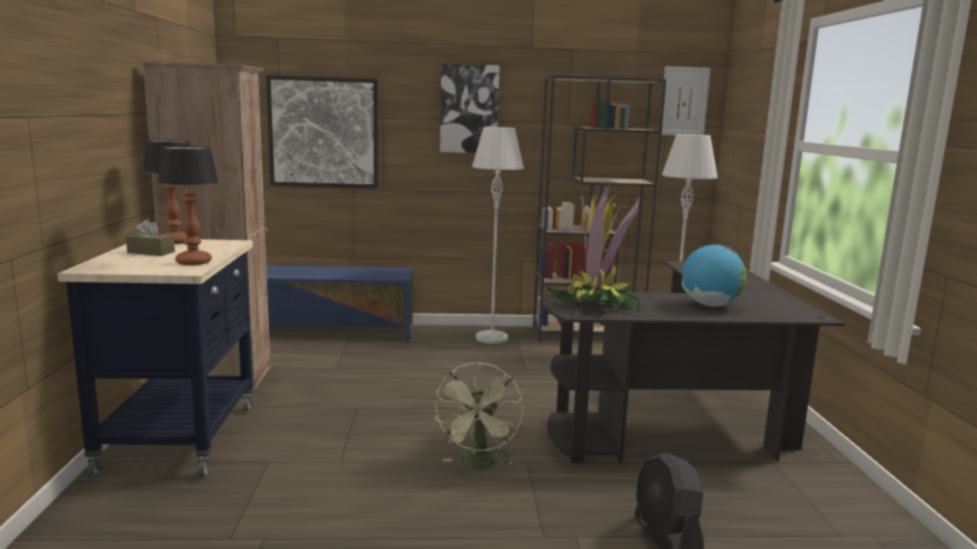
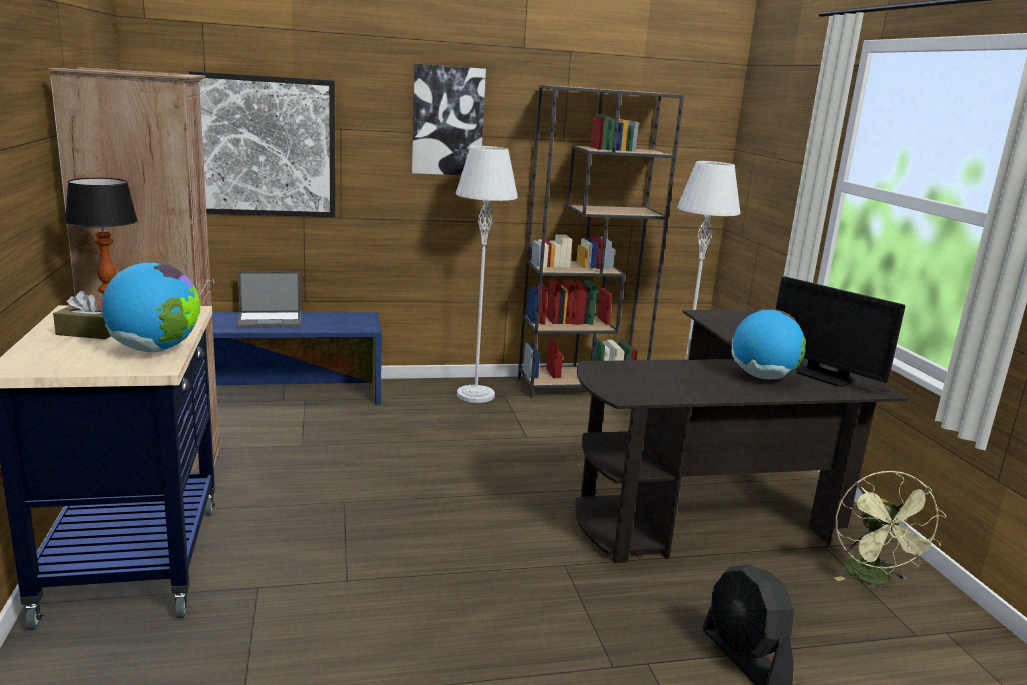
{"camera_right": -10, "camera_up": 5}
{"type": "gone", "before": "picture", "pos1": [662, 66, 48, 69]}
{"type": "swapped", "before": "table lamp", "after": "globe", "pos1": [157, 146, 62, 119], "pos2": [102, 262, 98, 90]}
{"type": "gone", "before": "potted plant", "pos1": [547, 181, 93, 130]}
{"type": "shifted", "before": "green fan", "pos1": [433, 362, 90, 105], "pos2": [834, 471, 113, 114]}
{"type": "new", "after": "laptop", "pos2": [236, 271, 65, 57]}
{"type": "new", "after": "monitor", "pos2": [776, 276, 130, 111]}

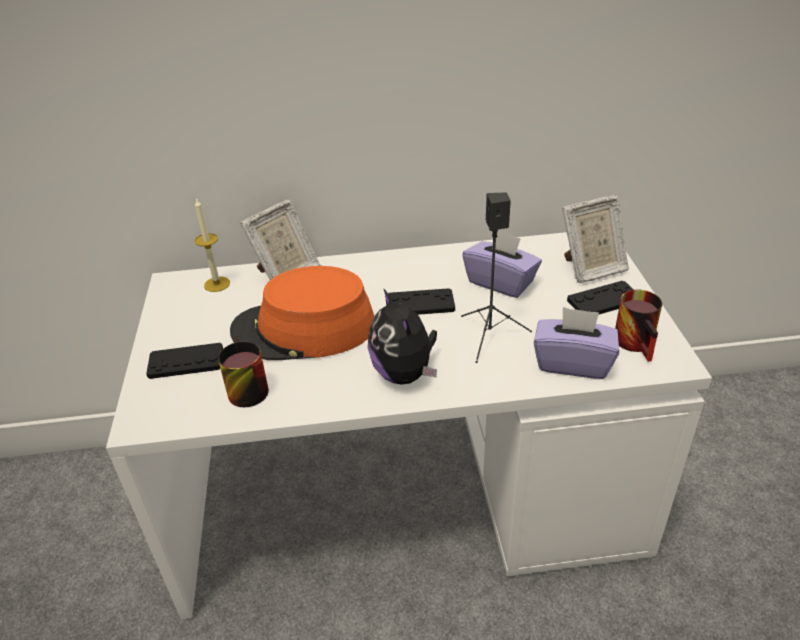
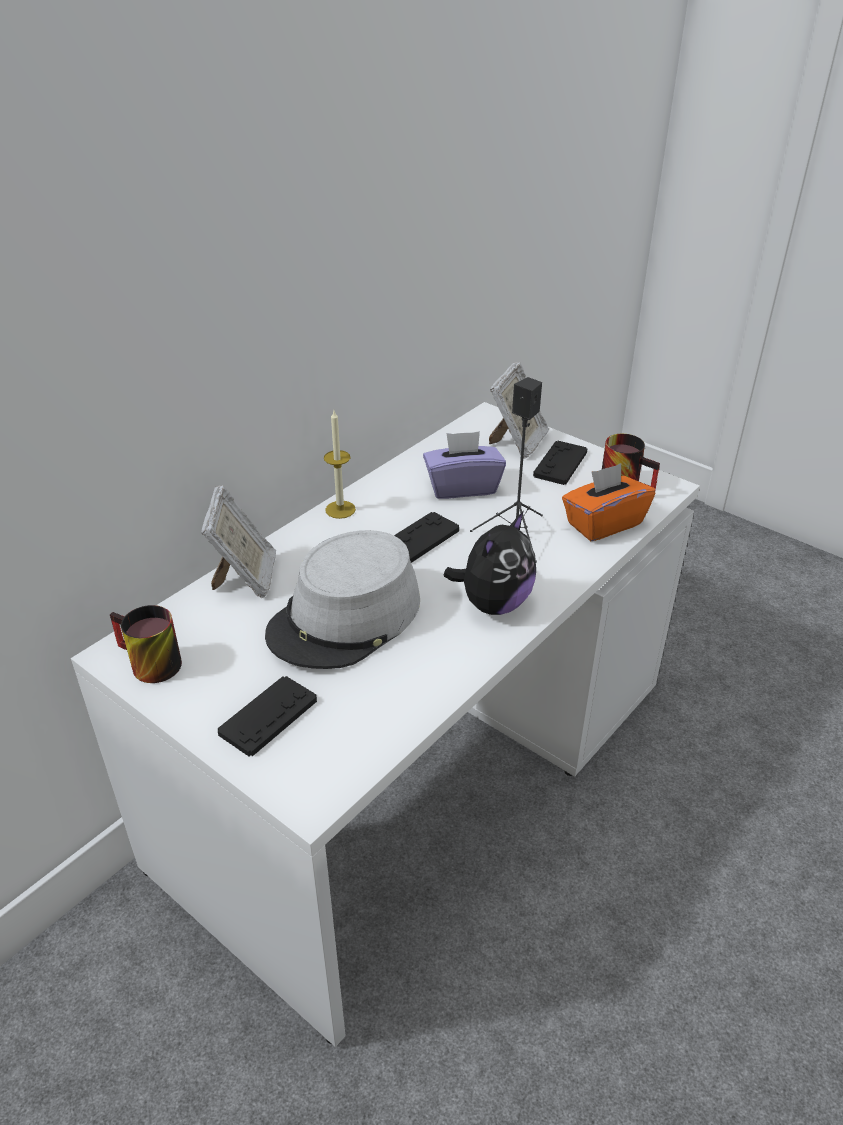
{"camera_right": -45, "camera_up": 0}
{"type": "shifted", "before": "candle", "pos1": [195, 198, 35, 94], "pos2": [324, 411, 32, 108]}
{"type": "repainted", "before": "orange hat", "after": "grey hat", "pos1": [230, 266, 144, 94], "pos2": [265, 530, 155, 139]}
{"type": "rotated", "before": "plush toy", "pos1": [368, 288, 69, 97], "pos2": [443, 511, 93, 104], "turn": -75}
{"type": "repainted", "before": "purple tissue box", "after": "orange tissue box", "pos1": [534, 307, 85, 72], "pos2": [562, 463, 93, 78]}
{"type": "shifted", "before": "mug", "pos1": [218, 336, 51, 71], "pos2": [110, 605, 72, 78]}

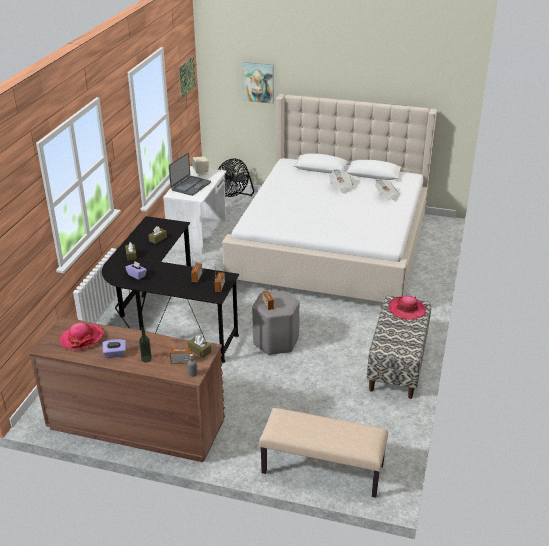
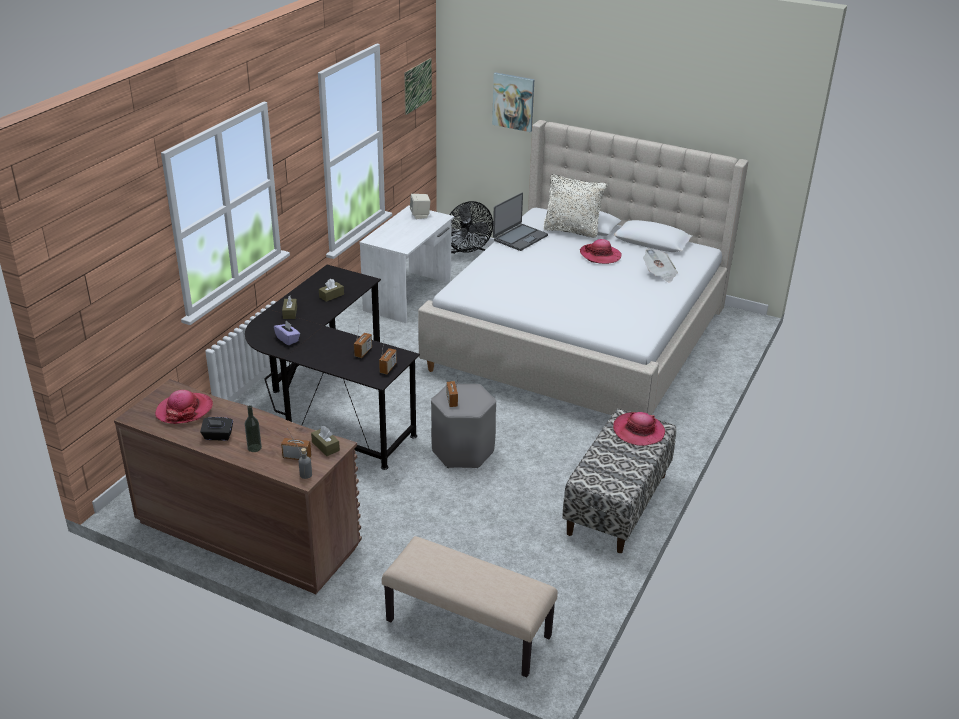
{"camera_right": 10, "camera_up": 0}
{"type": "shifted", "before": "laptop", "pos1": [169, 153, 42, 43], "pos2": [493, 193, 55, 58]}
{"type": "swapped", "before": "newspaper", "after": "hat", "pos1": [329, 169, 25, 25], "pos2": [580, 239, 42, 25]}
{"type": "repainted", "before": "purple tissue box", "after": "black tissue box", "pos1": [103, 339, 23, 19], "pos2": [200, 417, 33, 24]}
{"type": "new", "after": "beige pillow", "pos2": [543, 174, 64, 64]}

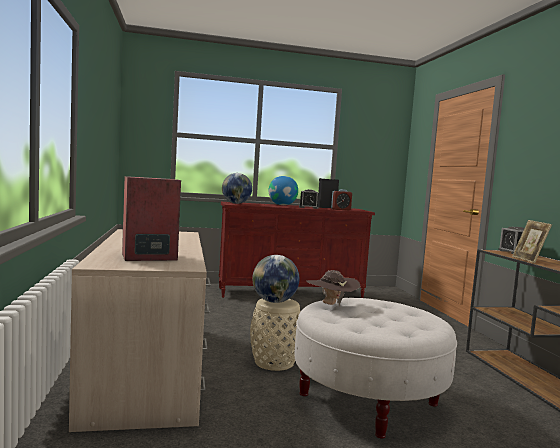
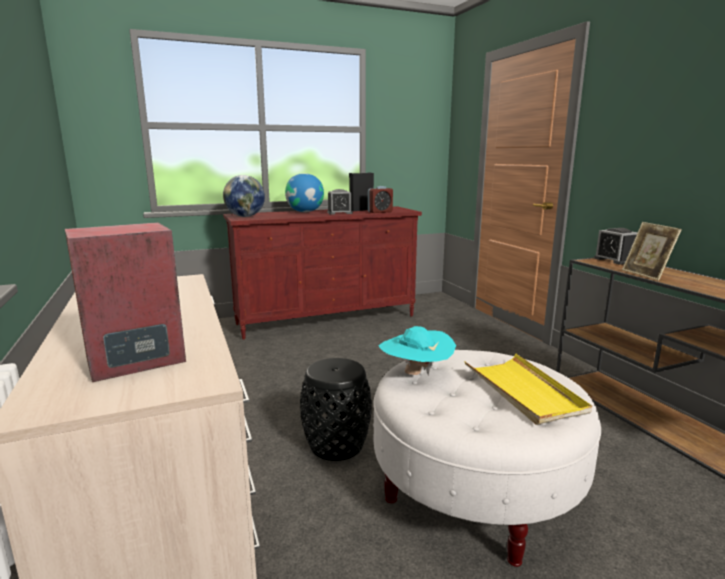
{"camera_right": -10, "camera_up": 10}
{"type": "gone", "before": "globe", "pos1": [252, 255, 47, 48]}
{"type": "repainted", "before": "brown hat", "after": "turquoise hat", "pos1": [306, 270, 54, 37], "pos2": [379, 326, 77, 50]}
{"type": "repainted", "before": "beige stool", "after": "black stool", "pos1": [250, 299, 51, 72], "pos2": [300, 358, 72, 103]}
{"type": "new", "after": "yellow tray", "pos2": [464, 354, 128, 71]}

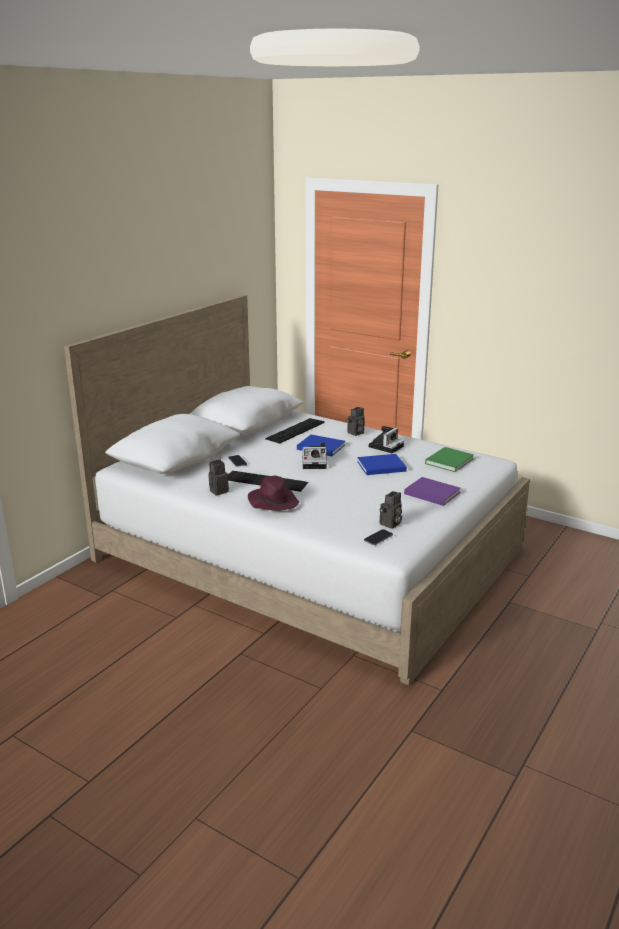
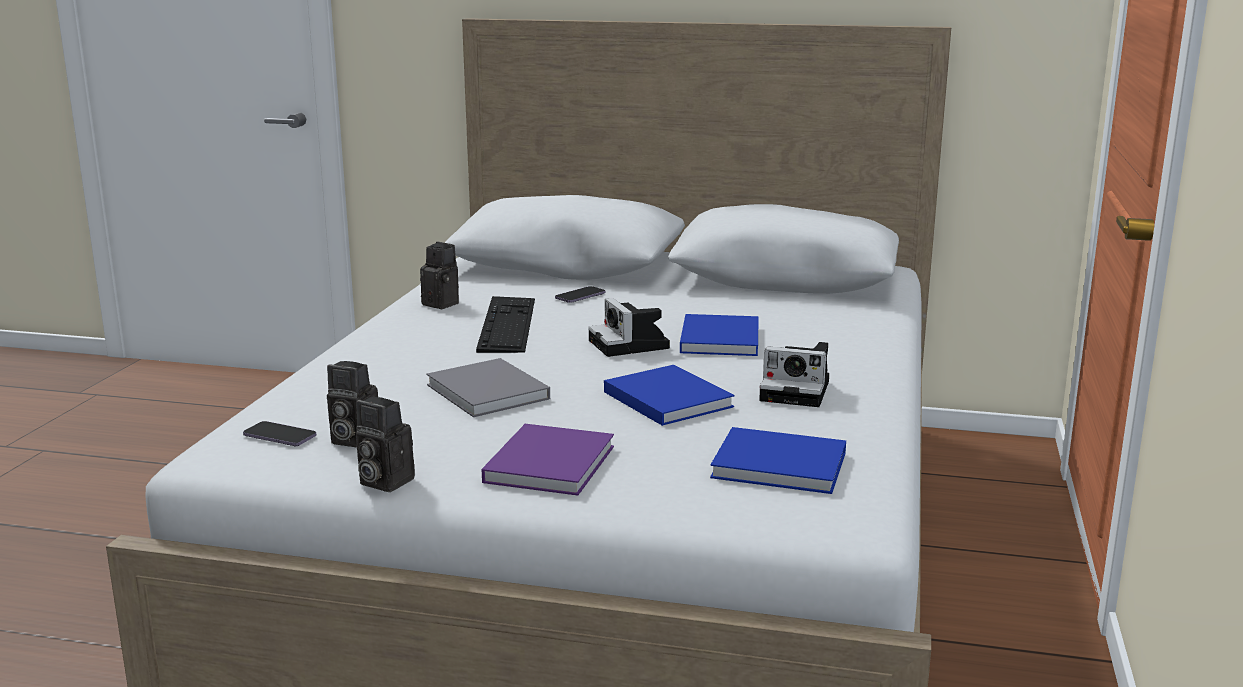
{"camera_right": 70, "camera_up": -5}
{"type": "shifted", "before": "photo camera", "pos1": [347, 407, 18, 29], "pos2": [356, 396, 59, 96]}
{"type": "gone", "before": "keyboard", "pos1": [265, 418, 60, 26]}
{"type": "repainted", "before": "green book", "after": "blue book", "pos1": [425, 447, 49, 25], "pos2": [710, 427, 136, 67]}
{"type": "gone", "before": "purple hat", "pos1": [248, 476, 51, 35]}
{"type": "new", "after": "grey book", "pos2": [426, 358, 124, 59]}

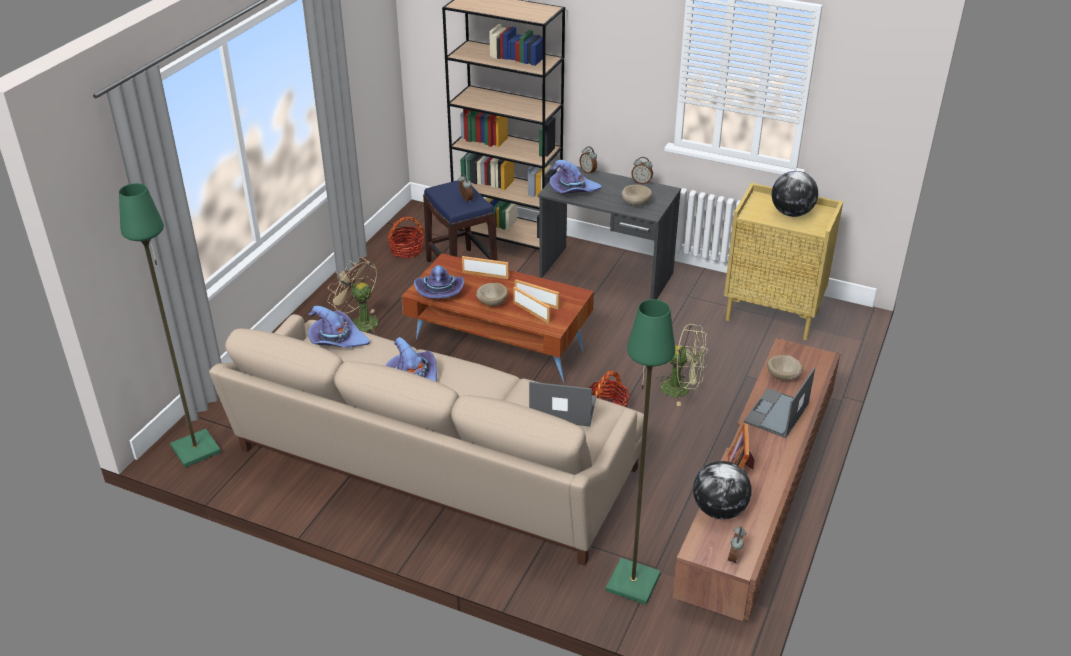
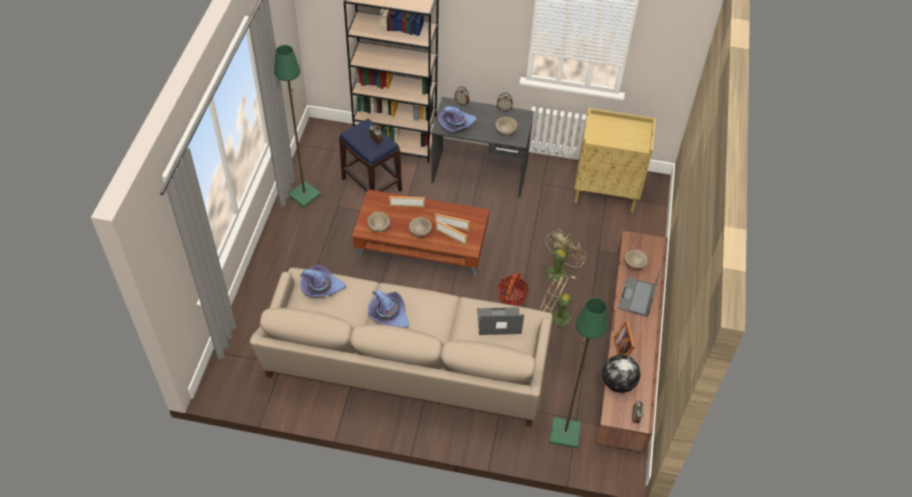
{"camera_right": -15, "camera_up": 15}
{"type": "gone", "before": "globe", "pos1": [772, 171, 46, 46]}
{"type": "shifted", "before": "green floor lamp", "pos1": [119, 183, 102, 284], "pos2": [274, 45, 47, 163]}
{"type": "gone", "before": "basket", "pos1": [388, 216, 36, 42]}
{"type": "shifted", "before": "beige fan", "pos1": [328, 257, 50, 78], "pos2": [540, 274, 34, 59]}
{"type": "swapped", "before": "purple hat", "after": "beige bowl", "pos1": [414, 265, 50, 33], "pos2": [367, 212, 23, 20]}
{"type": "rotated", "before": "green fan", "pos1": [655, 324, 53, 82], "pos2": [540, 229, 46, 53], "turn": -60}

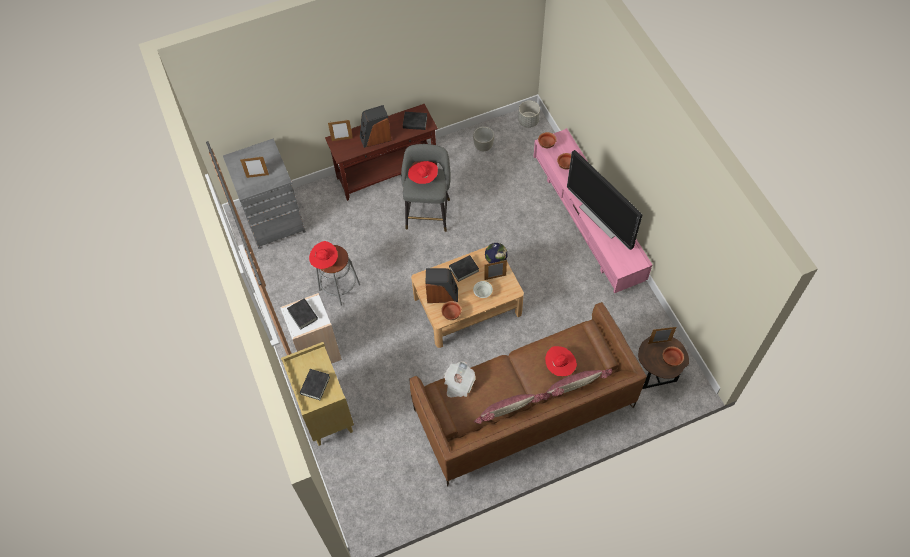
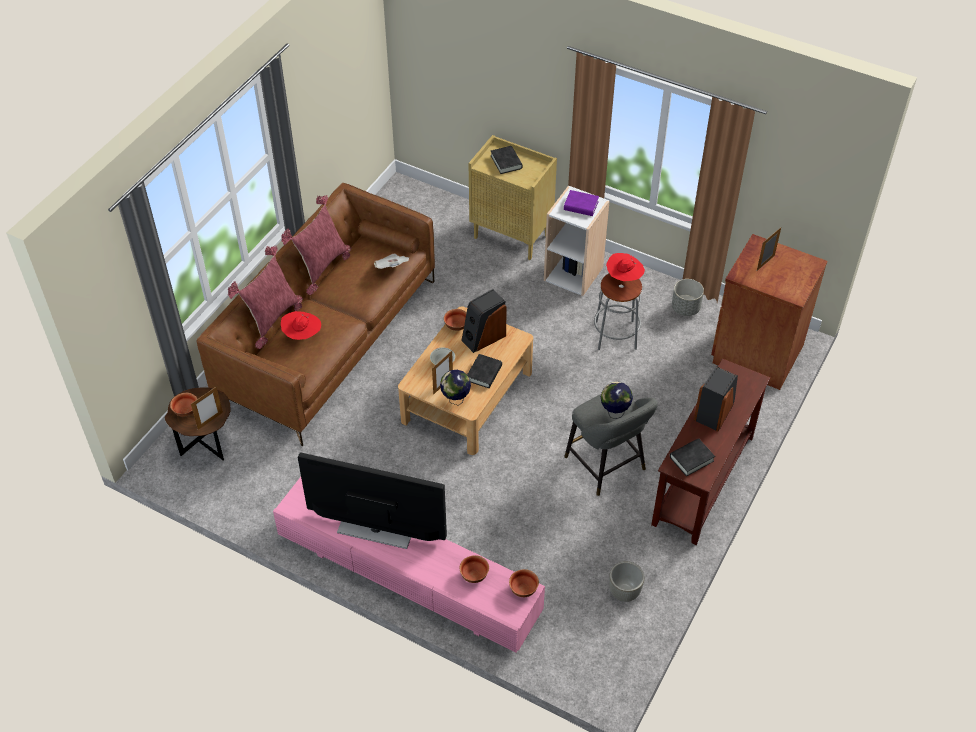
{"camera_right": 140, "camera_up": -10}
{"type": "shifted", "before": "grey planter", "pos1": [518, 101, 22, 27], "pos2": [672, 279, 32, 37]}
{"type": "gone", "before": "picture frame", "pos1": [328, 120, 25, 21]}
{"type": "repainted", "before": "grey dresser", "after": "brown dresser", "pos1": [223, 139, 83, 110], "pos2": [711, 234, 117, 156]}
{"type": "swapped", "before": "red hat", "after": "globe", "pos1": [408, 161, 30, 23], "pos2": [601, 382, 32, 37]}
{"type": "repainted", "before": "black book", "after": "purple book", "pos1": [287, 299, 31, 31], "pos2": [564, 190, 35, 26]}

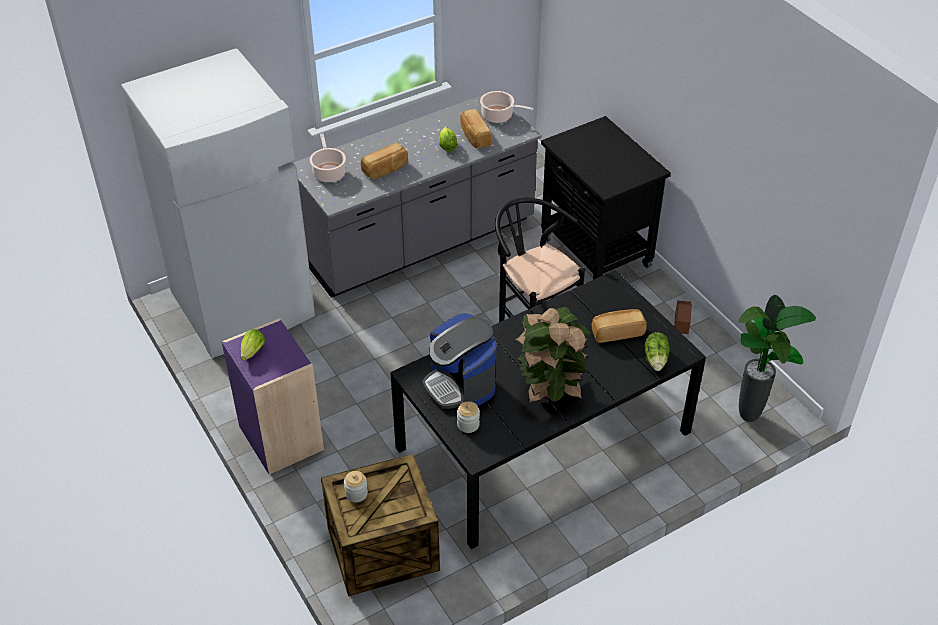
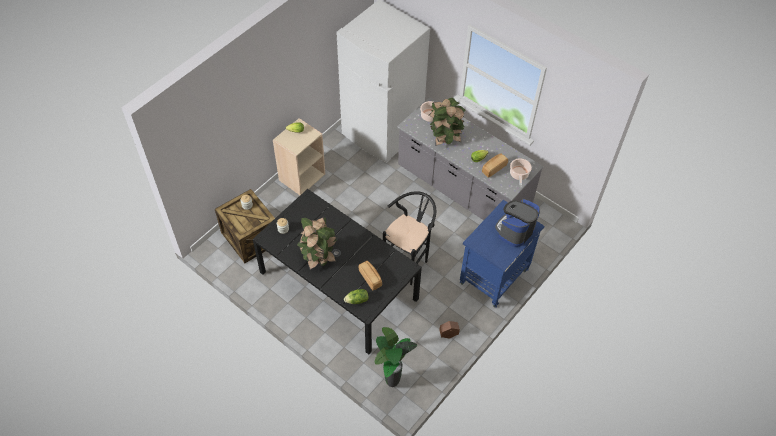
{"camera_right": 70, "camera_up": 10}
{"type": "repainted", "before": "black cart", "after": "blue cart", "pos1": [541, 116, 130, 164], "pos2": [460, 200, 84, 108]}
{"type": "swapped", "before": "bread", "after": "potted plant", "pos1": [361, 143, 47, 36], "pos2": [429, 98, 36, 48]}
{"type": "shifted", "before": "coffee machine", "pos1": [422, 313, 75, 96], "pos2": [495, 199, 45, 48]}
{"type": "repainted", "before": "purple bookcase", "after": "beige bookcase", "pos1": [222, 318, 102, 157], "pos2": [273, 118, 52, 77]}

